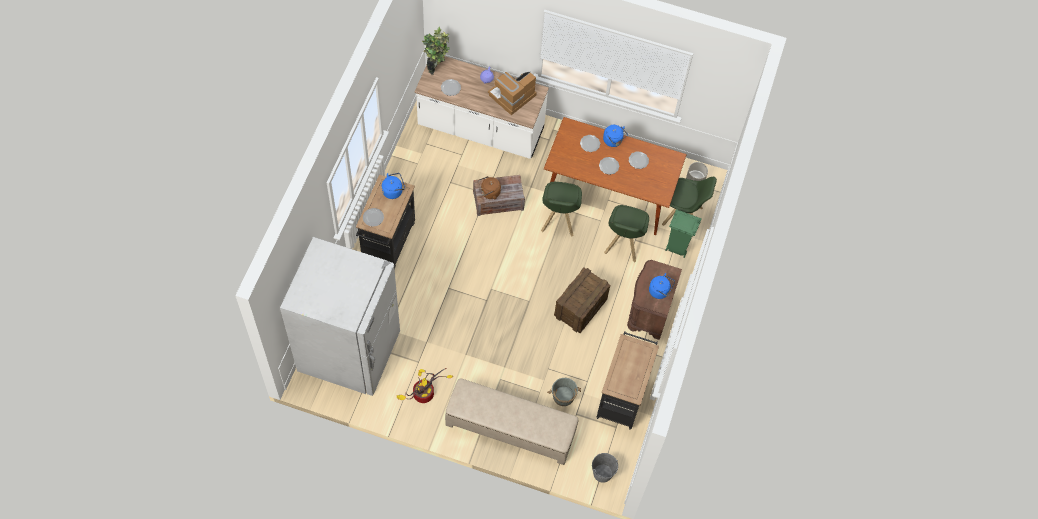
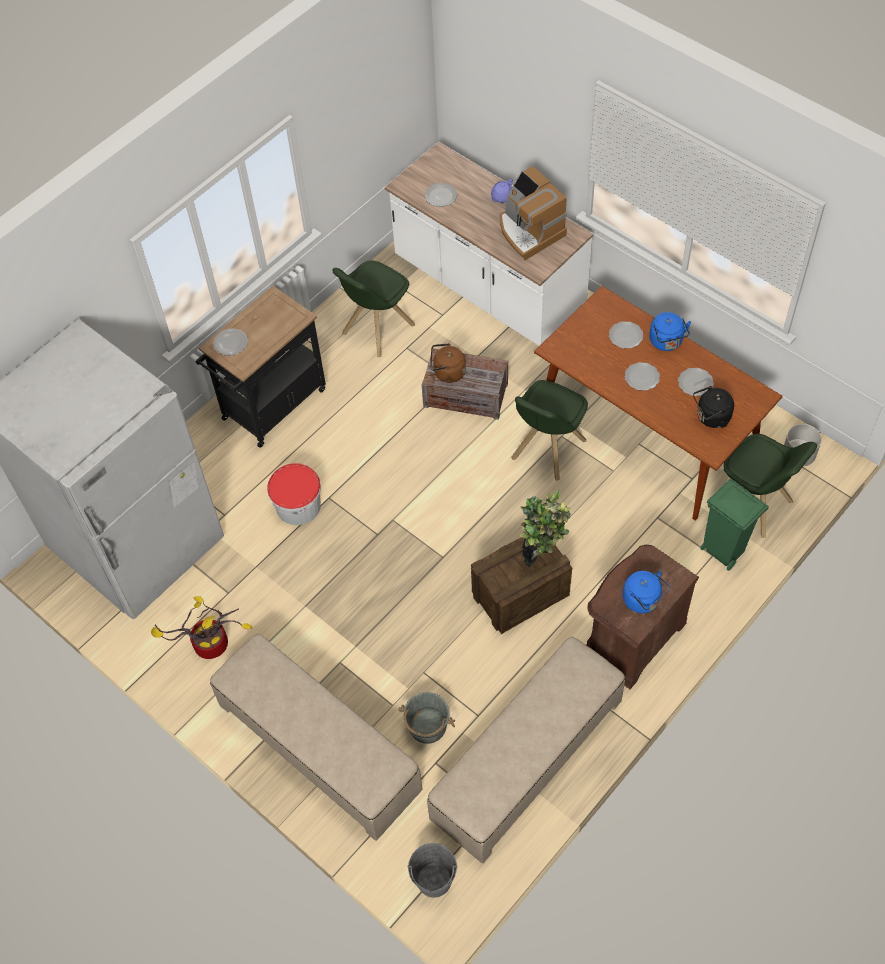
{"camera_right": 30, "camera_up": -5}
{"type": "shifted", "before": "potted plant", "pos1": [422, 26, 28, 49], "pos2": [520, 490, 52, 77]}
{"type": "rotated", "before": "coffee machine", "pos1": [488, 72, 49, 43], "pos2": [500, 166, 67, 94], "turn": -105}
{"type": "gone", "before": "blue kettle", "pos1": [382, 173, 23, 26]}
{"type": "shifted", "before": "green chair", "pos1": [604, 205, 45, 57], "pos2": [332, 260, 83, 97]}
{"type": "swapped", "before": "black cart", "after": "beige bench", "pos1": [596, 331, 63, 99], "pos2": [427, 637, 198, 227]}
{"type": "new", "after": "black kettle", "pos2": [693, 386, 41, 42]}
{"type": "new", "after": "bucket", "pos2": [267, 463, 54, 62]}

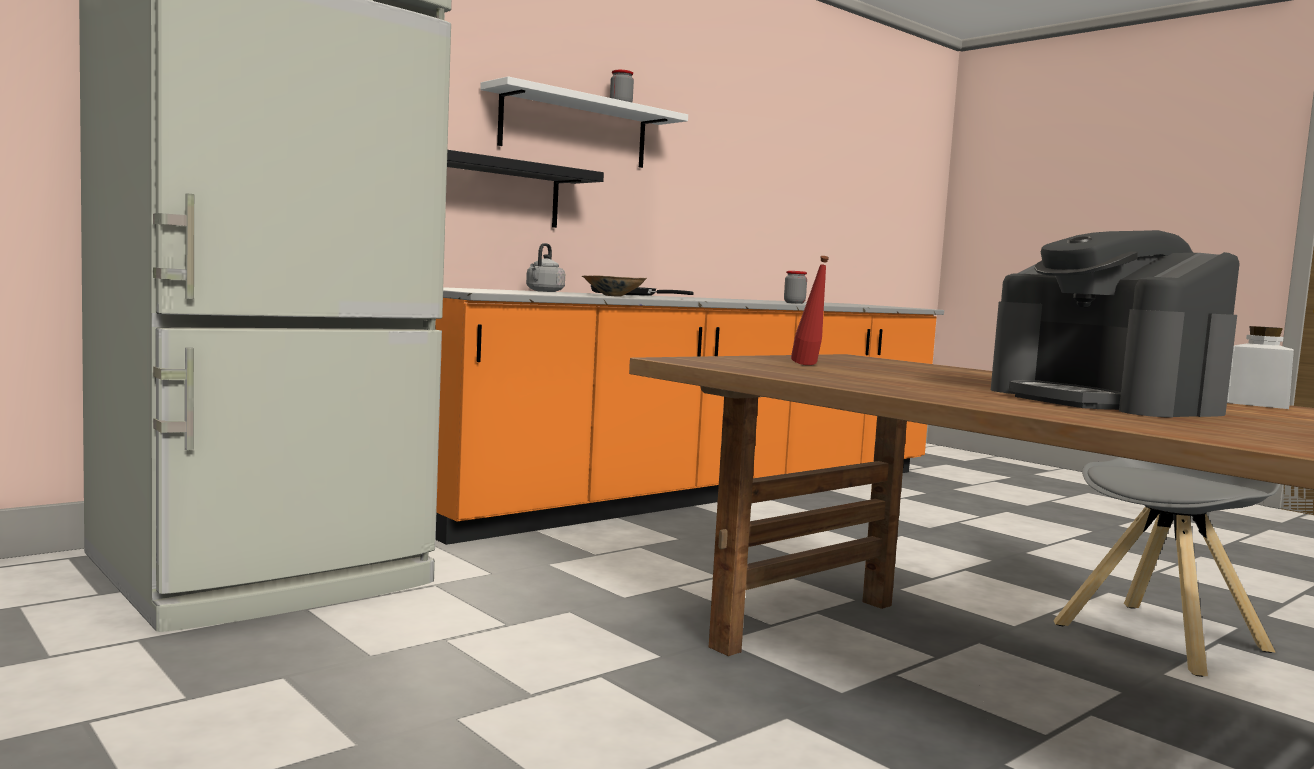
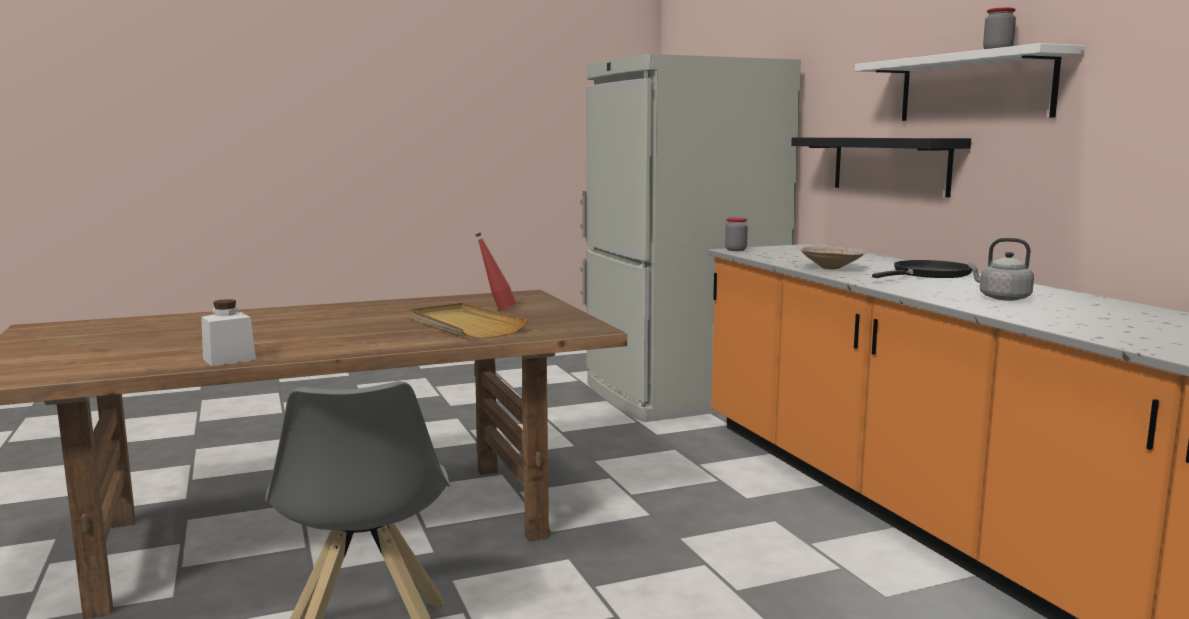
{"camera_right": 110, "camera_up": 5}
{"type": "gone", "before": "coffee machine", "pos1": [991, 230, 249, 188]}
{"type": "shifted", "before": "grey kettle", "pos1": [526, 243, 39, 49], "pos2": [968, 238, 66, 63]}
{"type": "shifted", "before": "jar", "pos1": [784, 271, 23, 33], "pos2": [725, 217, 23, 34]}
{"type": "new", "after": "beige tray", "pos2": [410, 303, 118, 36]}

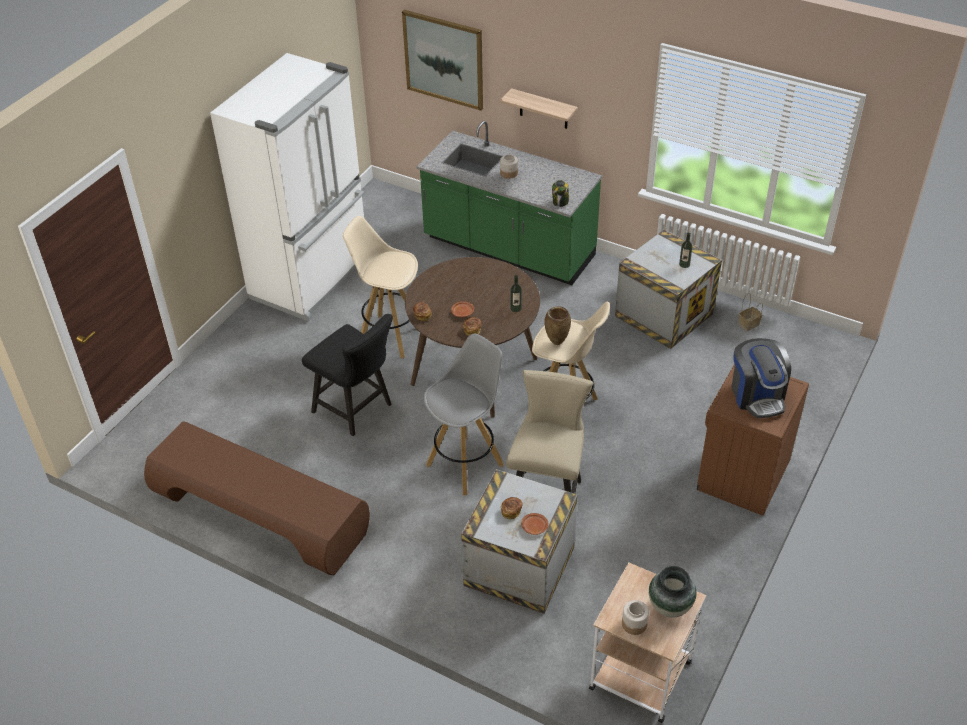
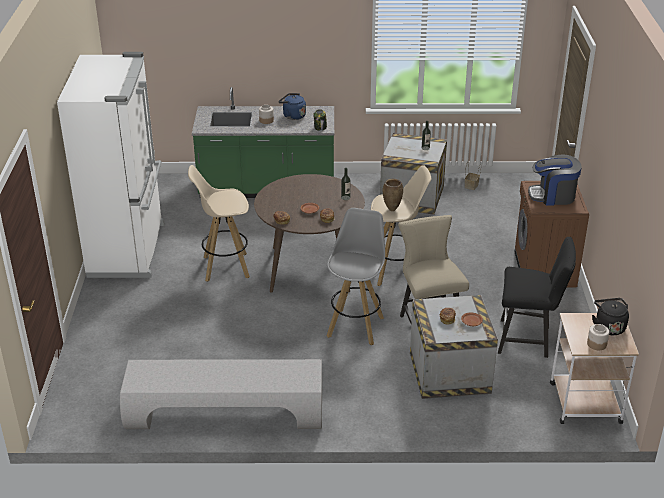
{"camera_right": -30, "camera_up": -10}
{"type": "gone", "before": "picture", "pos1": [402, 10, 81, 101]}
{"type": "gone", "before": "shelf", "pos1": [500, 88, 78, 41]}
{"type": "shifted", "before": "black chair", "pos1": [302, 314, 91, 122], "pos2": [498, 237, 78, 121]}
{"type": "rotated", "before": "coffee machine", "pos1": [732, 338, 59, 80], "pos2": [528, 155, 53, 51], "turn": 135}
{"type": "repainted", "before": "brown bench", "after": "grey bench", "pos1": [144, 422, 226, 153], "pos2": [120, 359, 202, 70]}
{"type": "swapped", "before": "vase", "after": "black kettle", "pos1": [649, 566, 48, 52], "pos2": [592, 298, 37, 37]}
{"type": "new", "after": "blue kettle", "pos2": [278, 93, 28, 27]}

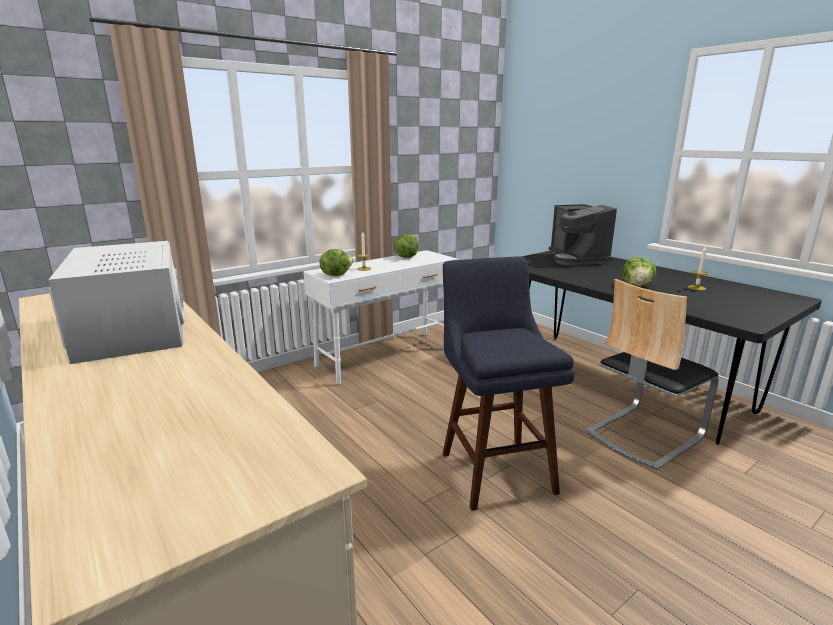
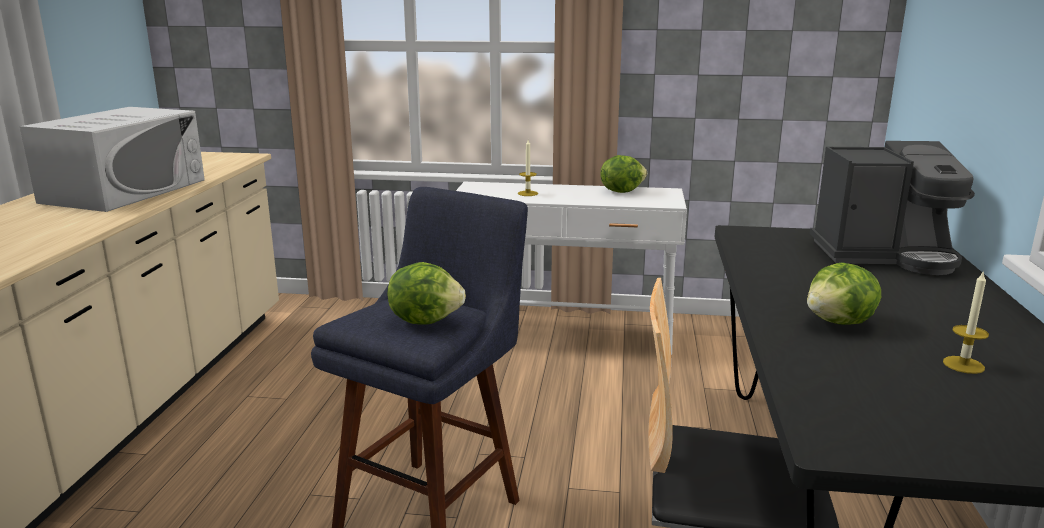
{"camera_right": 45, "camera_up": 0}
{"type": "rotated", "before": "coffee machine", "pos1": [549, 204, 68, 61], "pos2": [810, 141, 165, 134], "turn": -120}
{"type": "shifted", "before": "lettuce", "pos1": [319, 249, 34, 27], "pos2": [387, 262, 79, 62]}

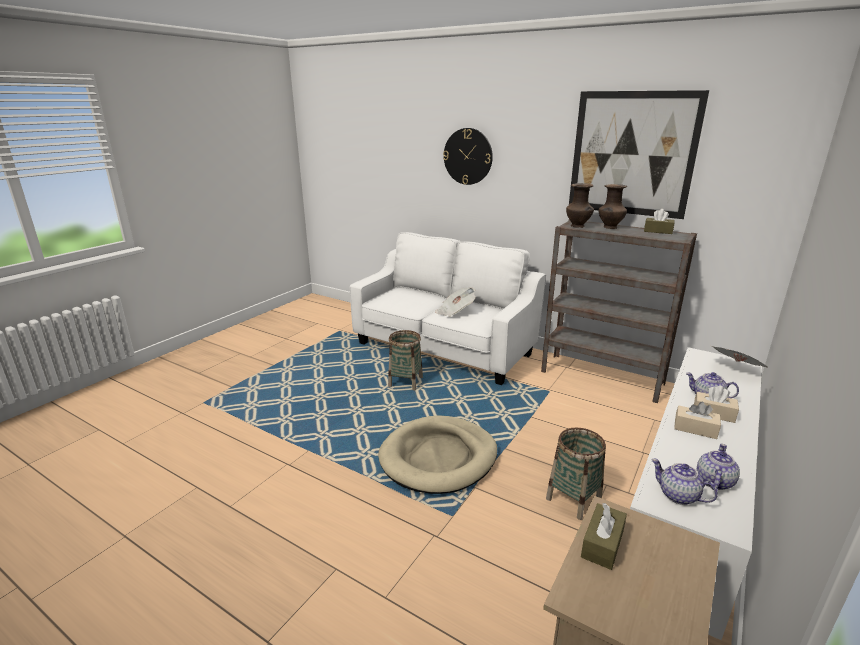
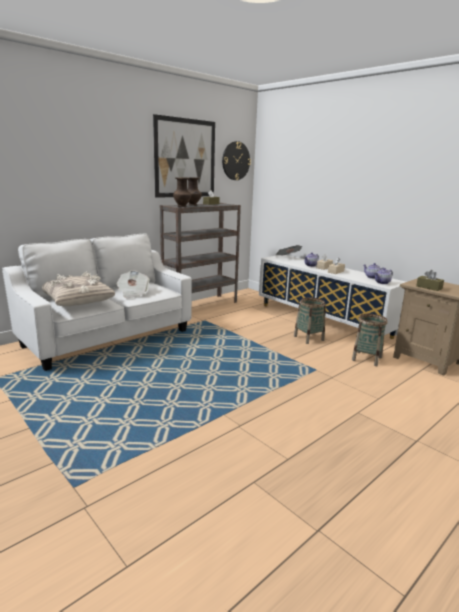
{"camera_right": -75, "camera_up": -5}
{"type": "shifted", "before": "wall clock", "pos1": [443, 128, 50, 57], "pos2": [222, 141, 29, 39]}
{"type": "shifted", "before": "basket", "pos1": [388, 330, 35, 60], "pos2": [352, 314, 35, 52]}
{"type": "gone", "before": "beige dog bed", "pos1": [378, 416, 119, 78]}
{"type": "new", "after": "beige pillow", "pos2": [42, 271, 73, 35]}

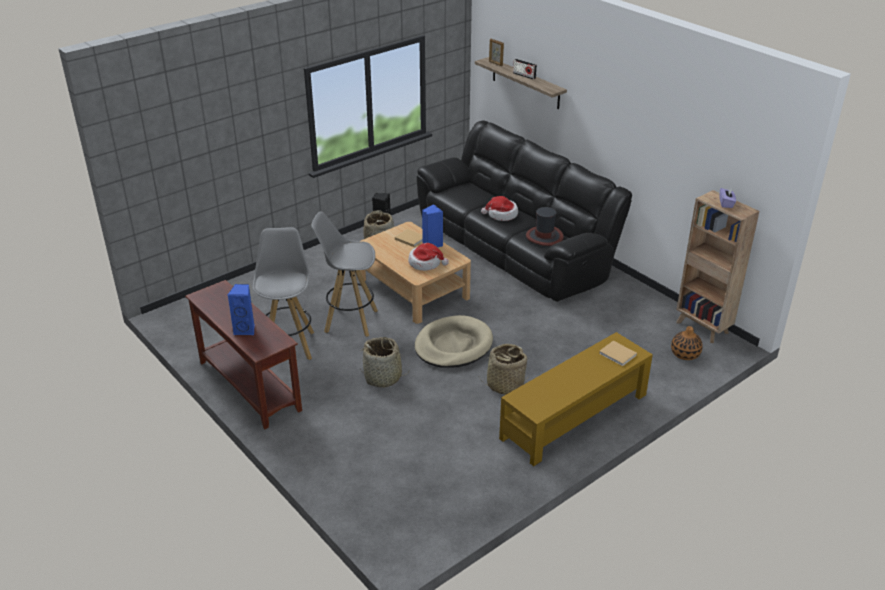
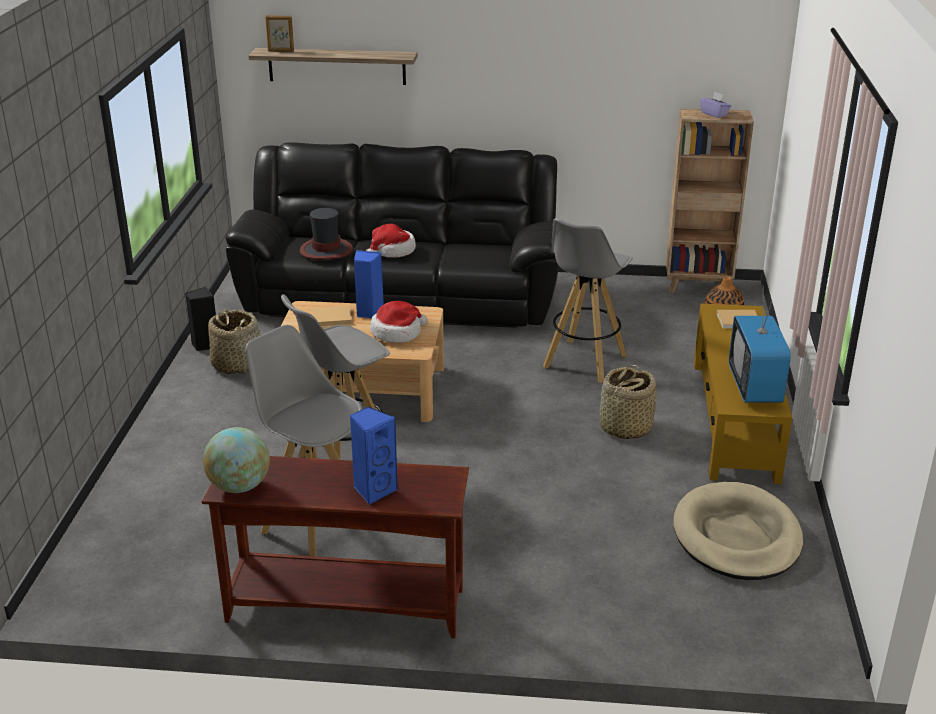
{"camera_right": -45, "camera_up": -5}
{"type": "gone", "before": "radio", "pos1": [513, 59, 24, 20]}
{"type": "shifted", "before": "hat", "pos1": [526, 207, 38, 39], "pos2": [300, 208, 53, 52]}
{"type": "shifted", "before": "beige dog bed", "pos1": [415, 315, 78, 53], "pos2": [674, 482, 129, 98]}
{"type": "gone", "before": "basket", "pos1": [360, 337, 50, 50]}
{"type": "new", "after": "grey stool", "pos2": [543, 218, 90, 165]}
{"type": "new", "after": "television", "pos2": [729, 285, 62, 118]}
{"type": "new", "after": "globe", "pos2": [203, 427, 67, 66]}

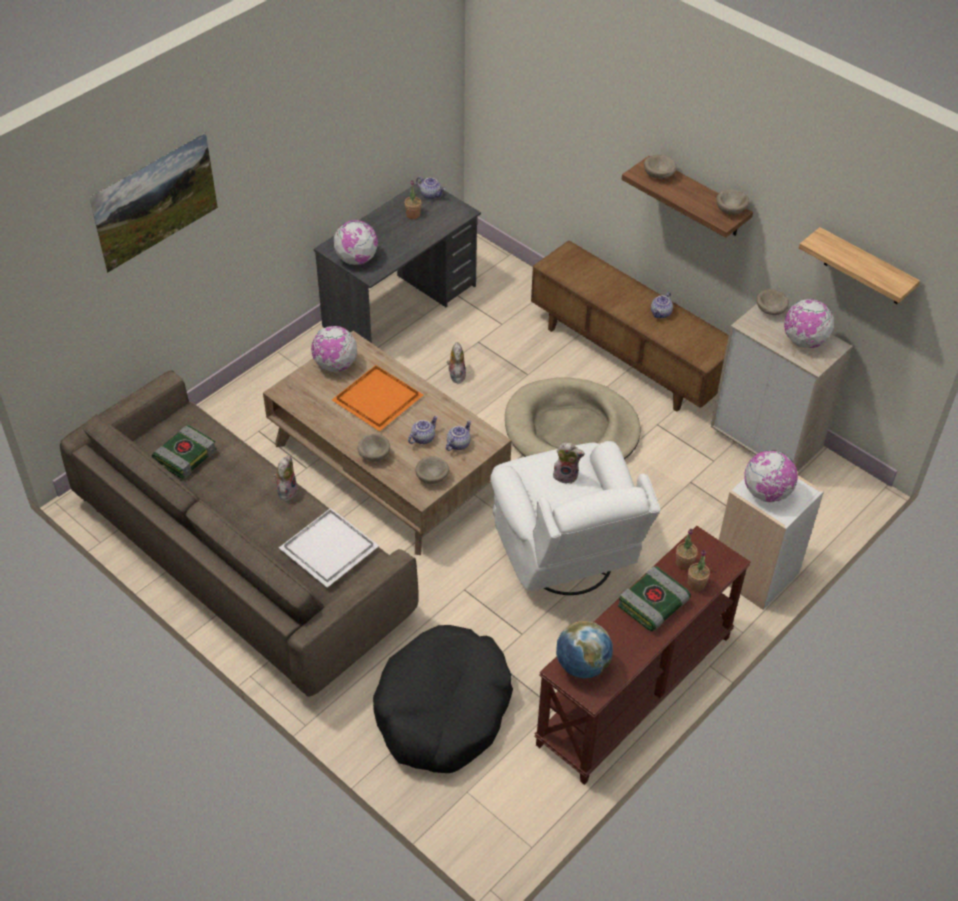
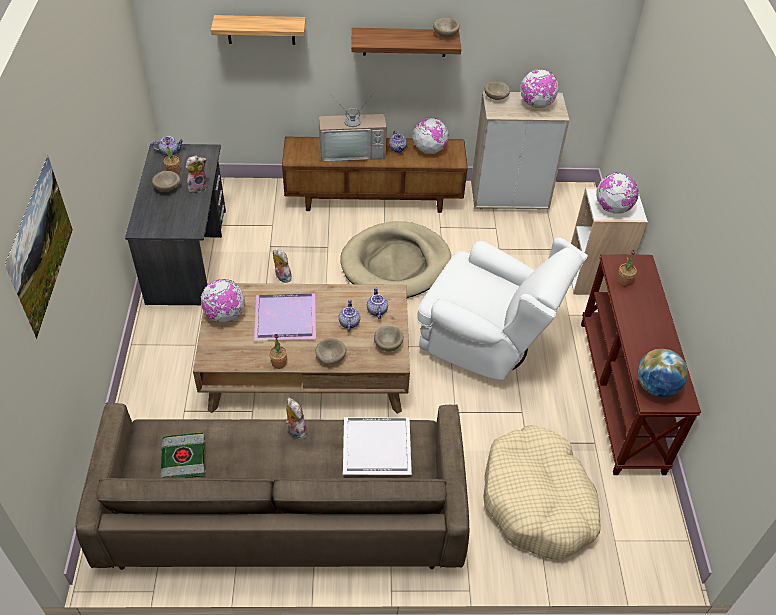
{"camera_right": -45, "camera_up": 0}
{"type": "shifted", "before": "beige bowl", "pos1": [644, 155, 33, 24], "pos2": [152, 171, 28, 21]}
{"type": "shifted", "before": "globe", "pos1": [334, 220, 44, 45], "pos2": [413, 117, 36, 37]}
{"type": "shifted", "before": "shelf", "pos1": [799, 227, 121, 77], "pos2": [211, 15, 95, 30]}
{"type": "repainted", "before": "orange tray", "after": "purple tray", "pos1": [332, 365, 91, 66], "pos2": [254, 294, 62, 47]}
{"type": "shifted", "before": "plush toy", "pos1": [553, 442, 32, 42], "pos2": [186, 155, 21, 38]}
{"type": "shifted", "before": "potted plant", "pos1": [688, 550, 22, 41], "pos2": [269, 334, 18, 35]}
{"type": "gone", "before": "book", "pos1": [618, 566, 73, 65]}
{"type": "repainted", "before": "black dog bed", "after": "beige dog bed", "pos1": [373, 625, 140, 148], "pos2": [484, 425, 117, 135]}
{"type": "new", "after": "television", "pos2": [319, 92, 68, 70]}

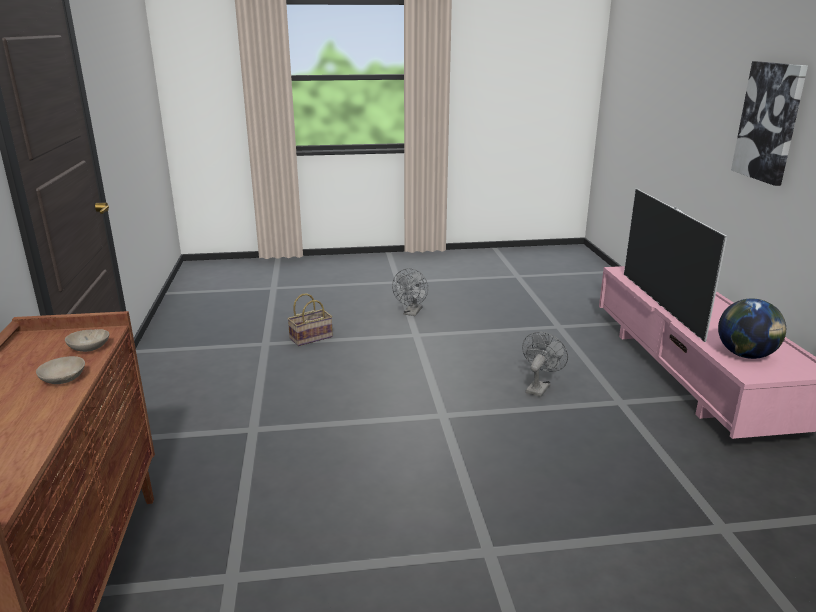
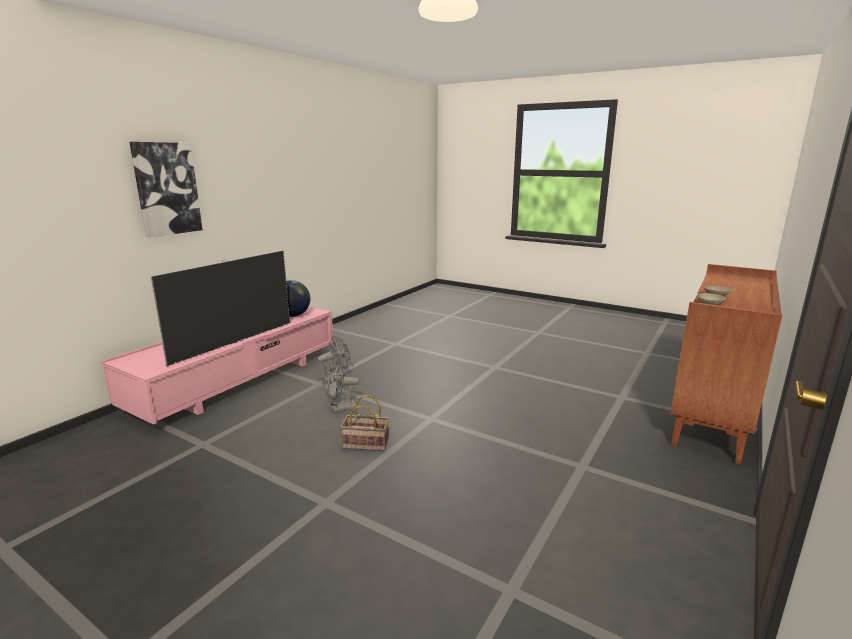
{"camera_right": -140, "camera_up": -5}
{"type": "shifted", "before": "grey fan", "pos1": [392, 268, 36, 48], "pos2": [317, 335, 33, 48]}
{"type": "shifted", "before": "basket", "pos1": [287, 293, 46, 53], "pos2": [341, 395, 48, 57]}

